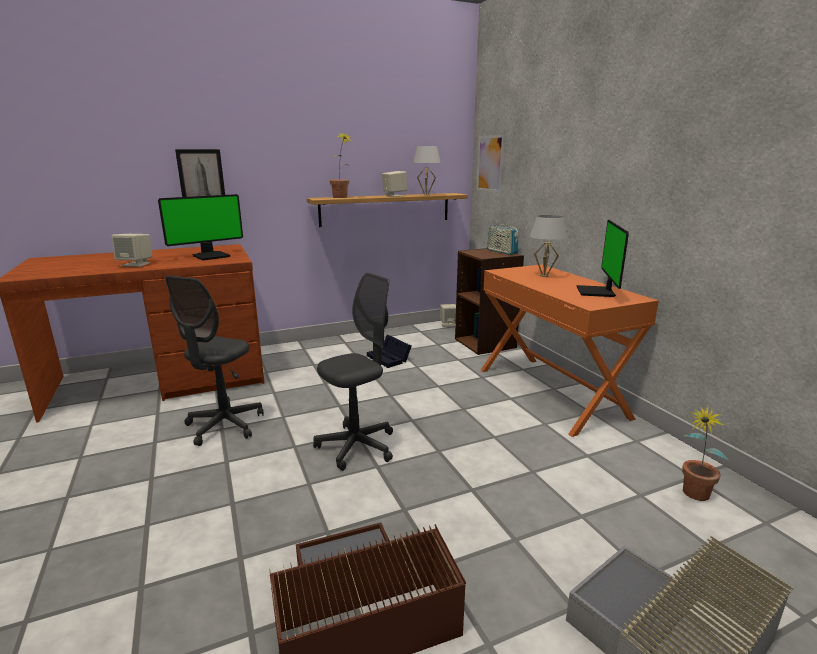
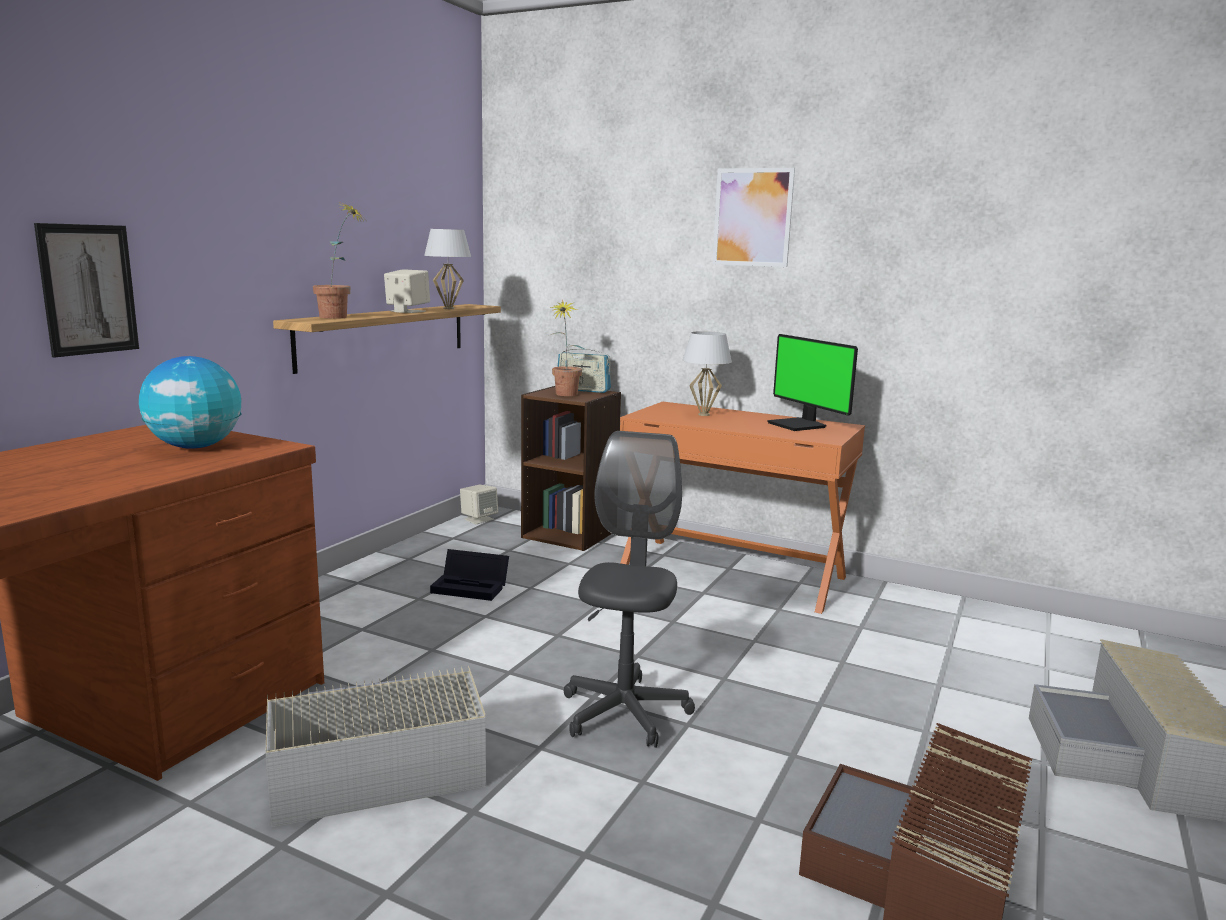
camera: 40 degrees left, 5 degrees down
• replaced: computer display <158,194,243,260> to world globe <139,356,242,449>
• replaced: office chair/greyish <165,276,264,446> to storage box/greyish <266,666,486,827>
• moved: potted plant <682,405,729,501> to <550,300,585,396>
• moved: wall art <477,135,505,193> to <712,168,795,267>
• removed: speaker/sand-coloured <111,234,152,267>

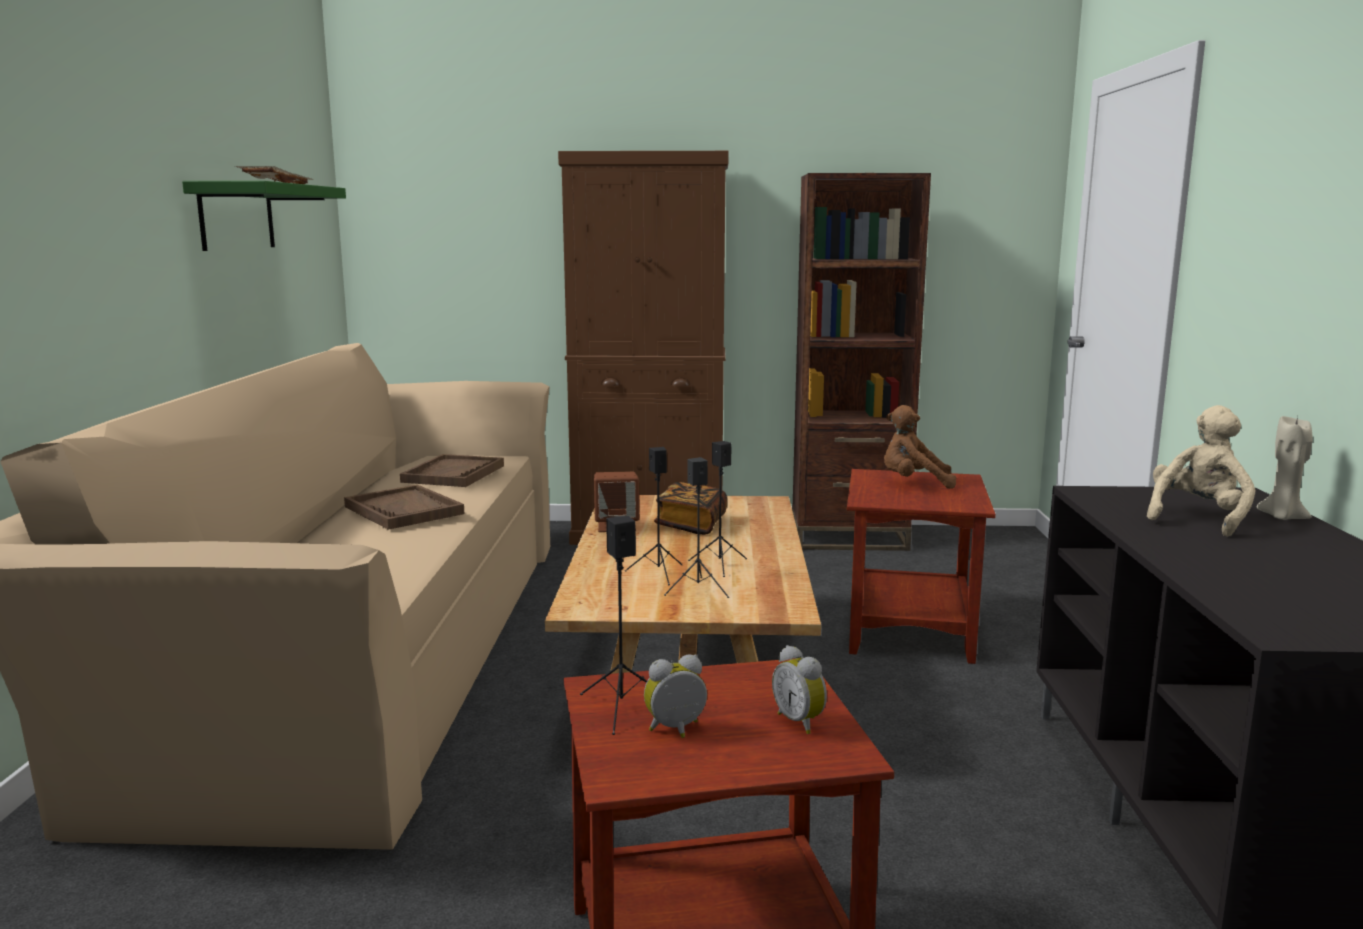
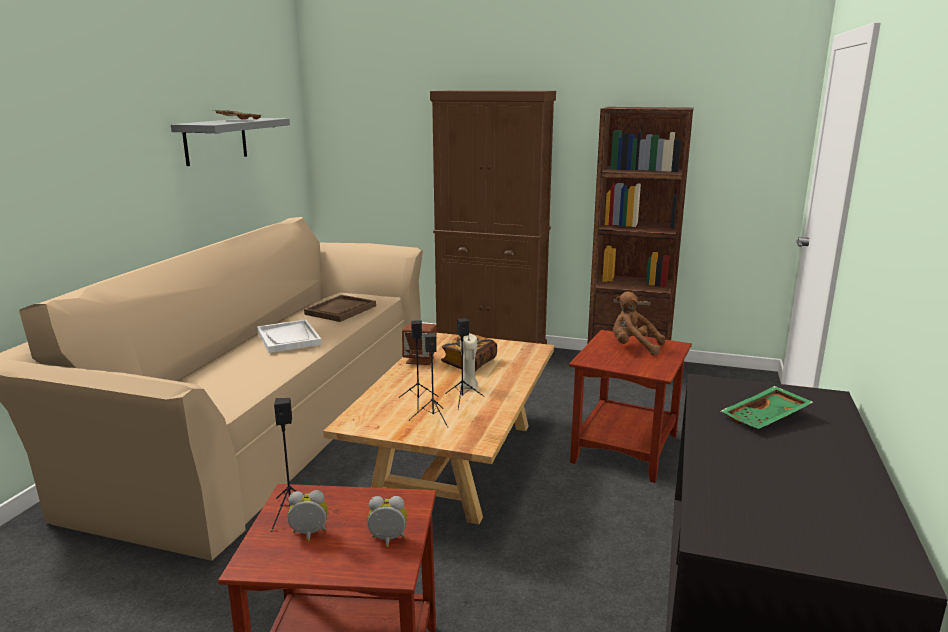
camera: 15 degrees right, 5 degrees up
• recoloured: bracket shelf/green-coloured <182,181,346,251> to bracket shelf/greyish <171,118,290,166>
• recoloured: serving tray/brownish <344,484,464,530> to serving tray/white-coloured <257,320,322,353>
• turned: table clock <772,645,827,734> = <367,496,407,547> 105 degrees clockwise
• moved: wax light/sand-coloured <1257,416,1313,520> to <459,334,478,390>
• replaced: cuddly toy/sand-coloured <1147,405,1256,537> to serving tray/green-coloured <721,386,813,429>

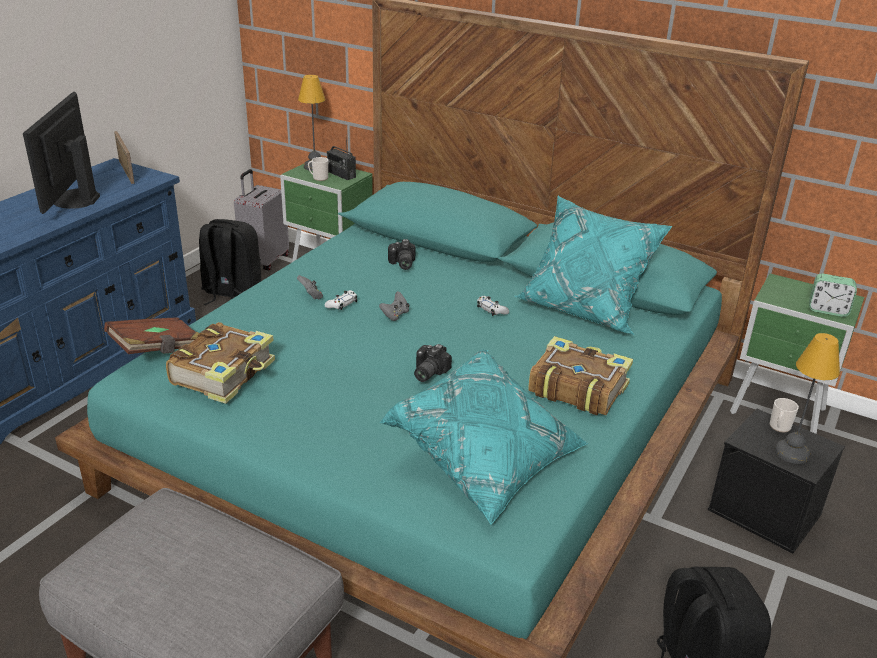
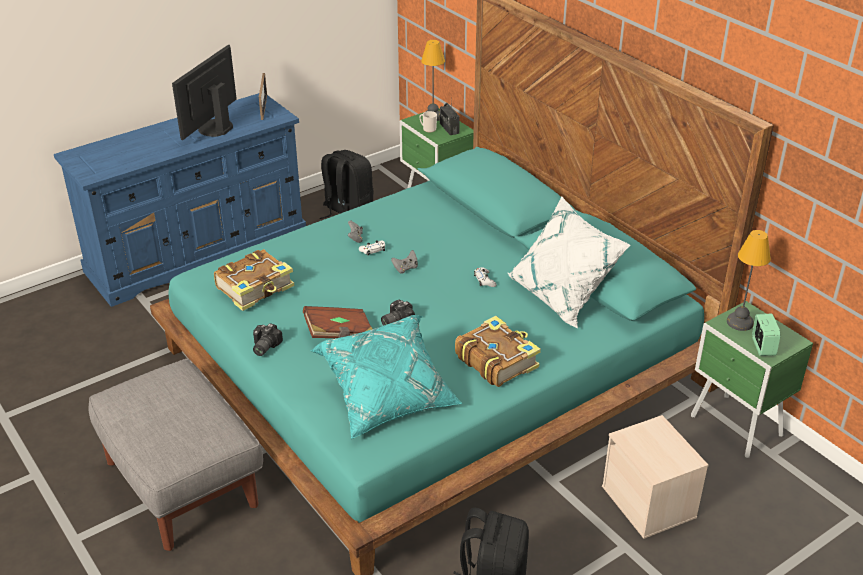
camera: 25 degrees right, 5 degrees up
• moved: photo camera <388,239,415,270> to <253,323,283,356>
• moved: book/brownish <104,317,199,354> to <303,306,372,338>
• recoloured: cushion/turquoise-coloured <515,196,672,335> to cushion/white-coloured <508,197,631,329>
• recoloured: storage box/blackish <708,409,845,553> to storage box/sand-coloured <602,415,708,539>
• moved: lamp for a table <775,333,840,464> to <727,230,771,331>
• turned: table clock <809,274,857,317> = <752,314,780,356> 135 degrees counterclockwise
• removed: piece of luggage/greyish <234,169,289,270>
• removed: tea mug <770,398,799,432>

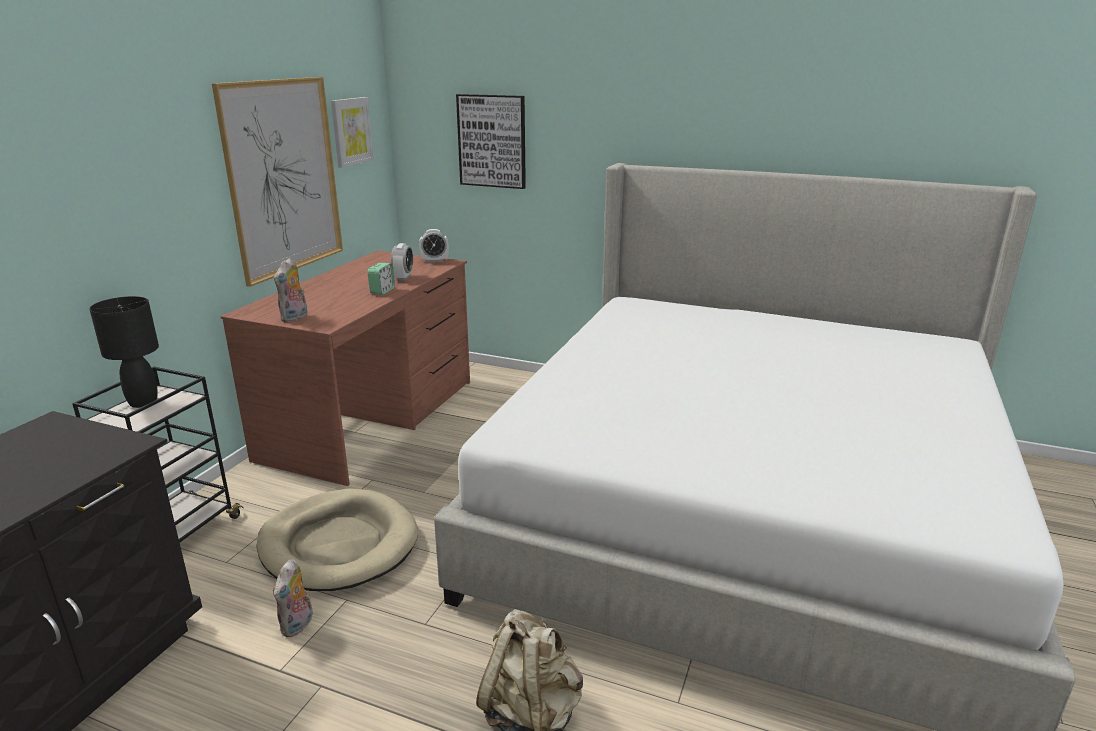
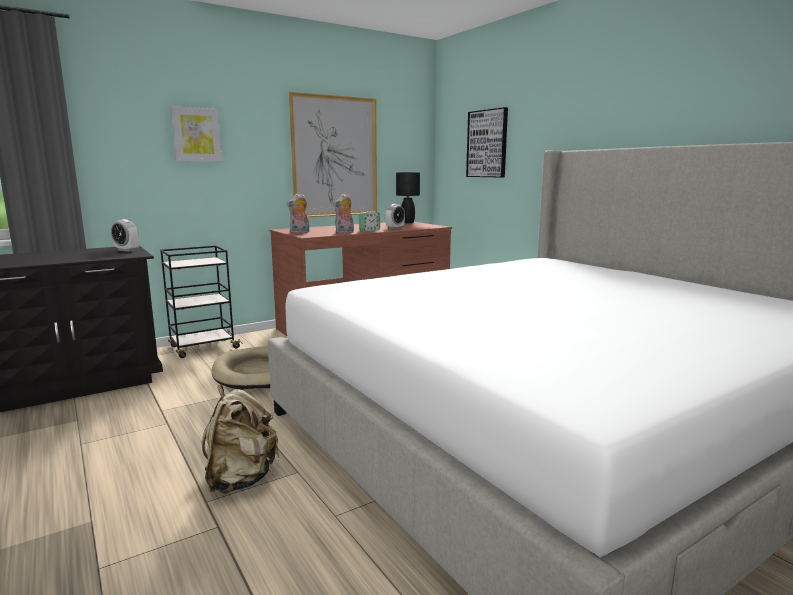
camera: 35 degrees right, 10 degrees down
• moved: table clock <419,229,449,263> to <111,219,139,252>
• moved: wall art <331,97,374,168> to <171,106,222,161>
• moved: cuddly toy <273,559,313,637> to <333,194,354,234>
• moved: lamp for a table/blackish <89,296,159,408> to <396,172,420,223>

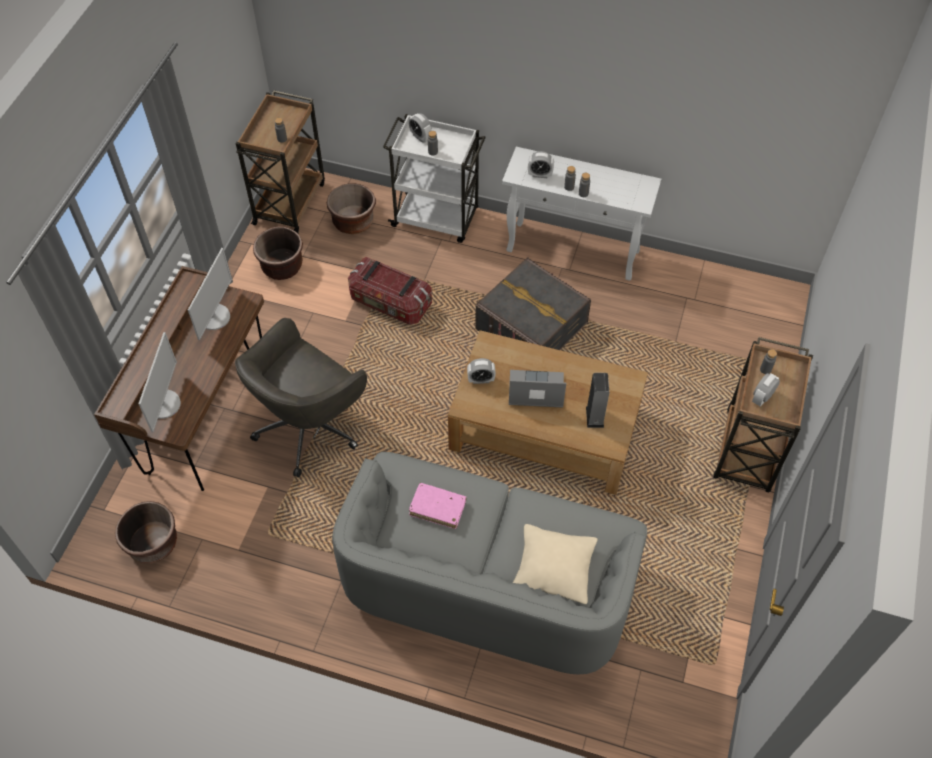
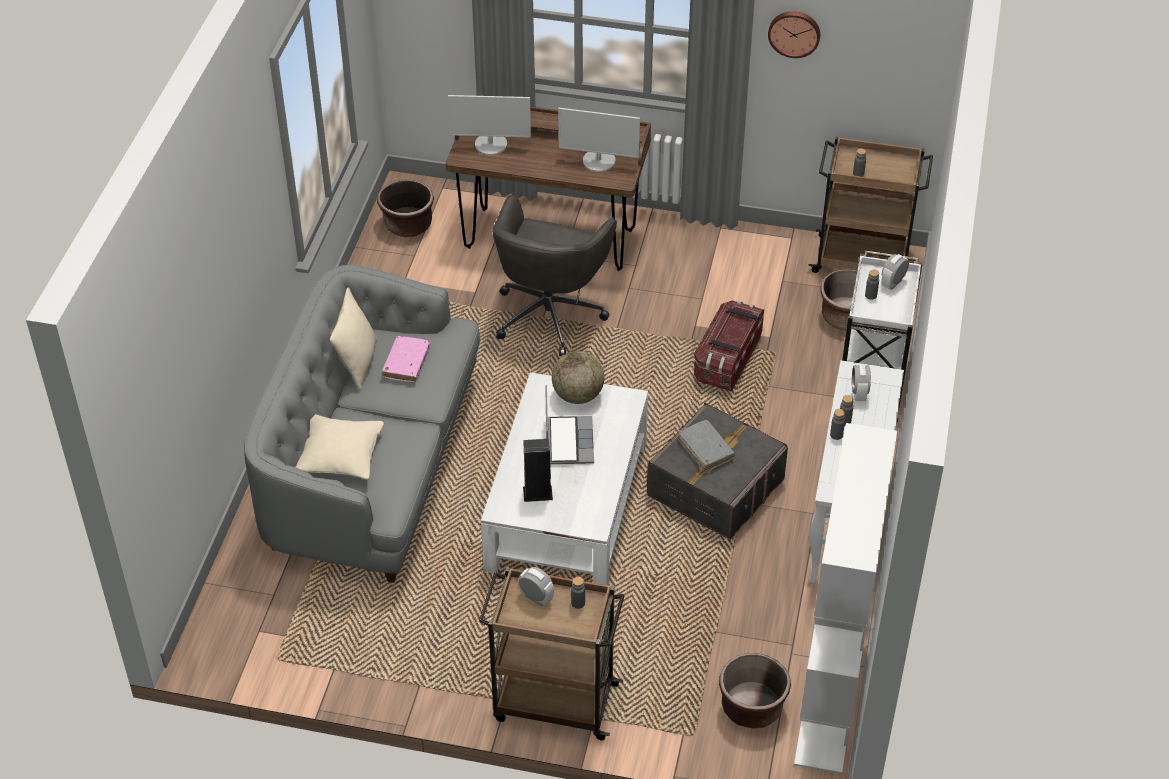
camera: 85 degrees right, 10 degrees down
• added: cushion/sand-coloured <330,287,377,390>
• recoloured: low table/brownish <448,330,648,495> to low table/white-coloured <481,372,648,585>
• turned: office chair/greyish <235,318,367,477> = <492,195,617,356> 105 degrees counterclockwise
• replaced: table clock <467,358,496,384> to world globe <552,351,604,404>
• added: book/greyish <678,420,735,472>
• moved: plant pot/brownish <253,226,303,280> to <719,653,791,729>
• added: clock on the wall <768,11,820,58>
• added: bookshelf/white-coloured <794,423,897,774>

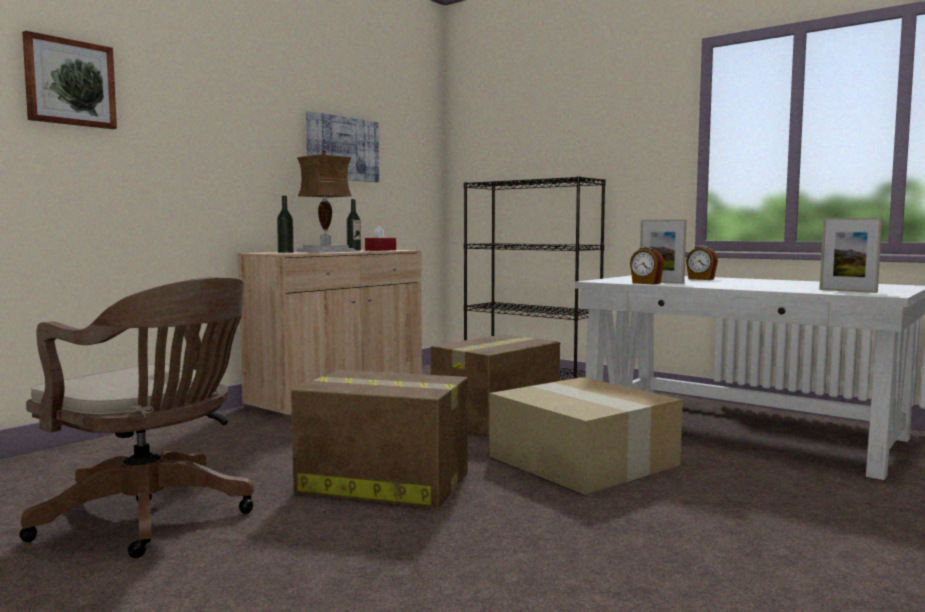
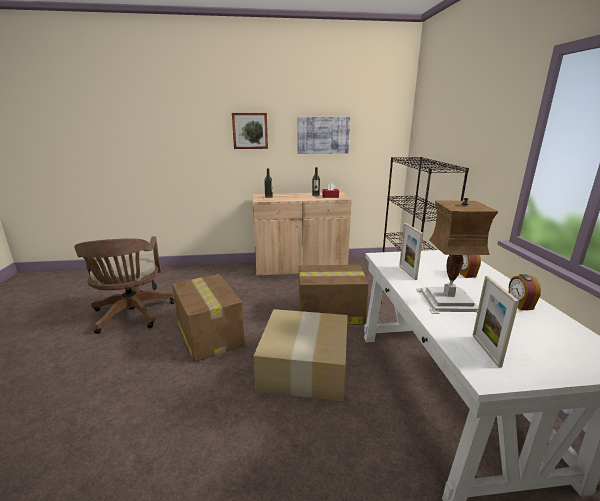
camera: 45 degrees right, 15 degrees up
• moved: wall art <22,31,117,129> to <232,113,268,149>
• moved: lamp for a table <294,151,359,253> to <416,198,499,314>
• moved: table clock <630,247,664,284> to <509,274,541,310>

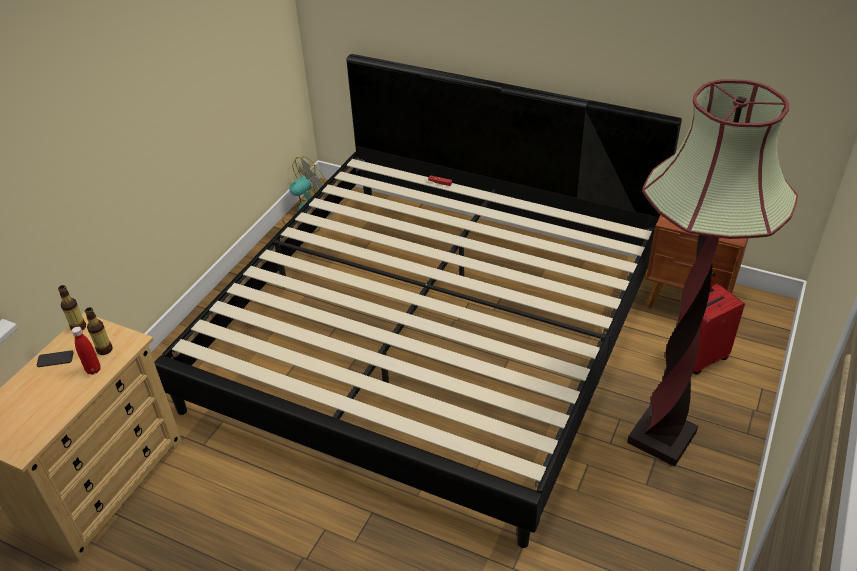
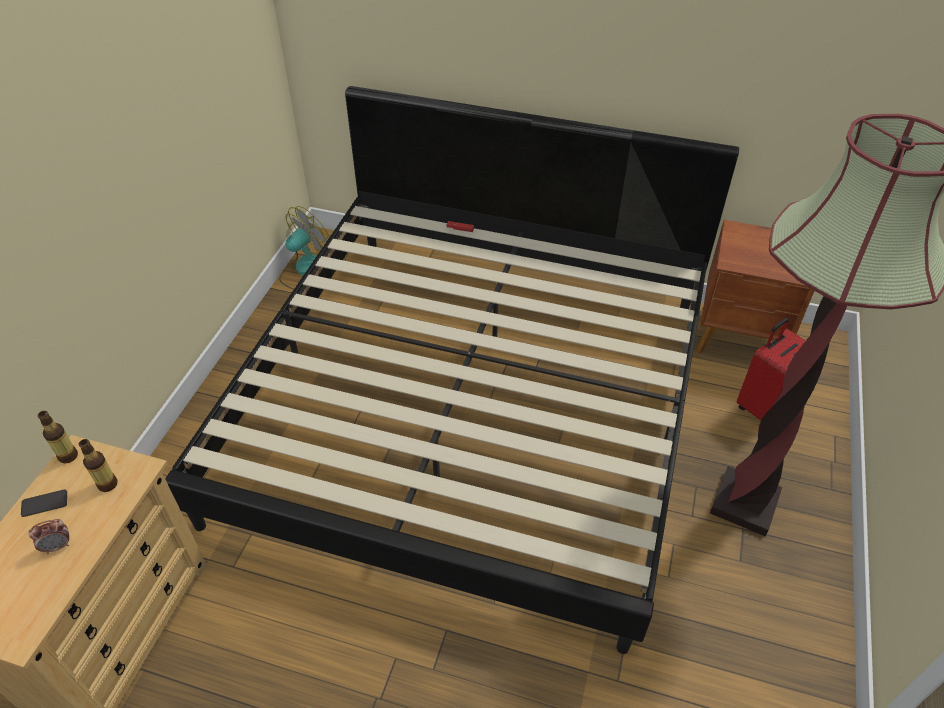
camera: 10 degrees left, 5 degrees up
• added: table clock <28,519,69,554>
• removed: drink bottle/red <72,327,101,375>

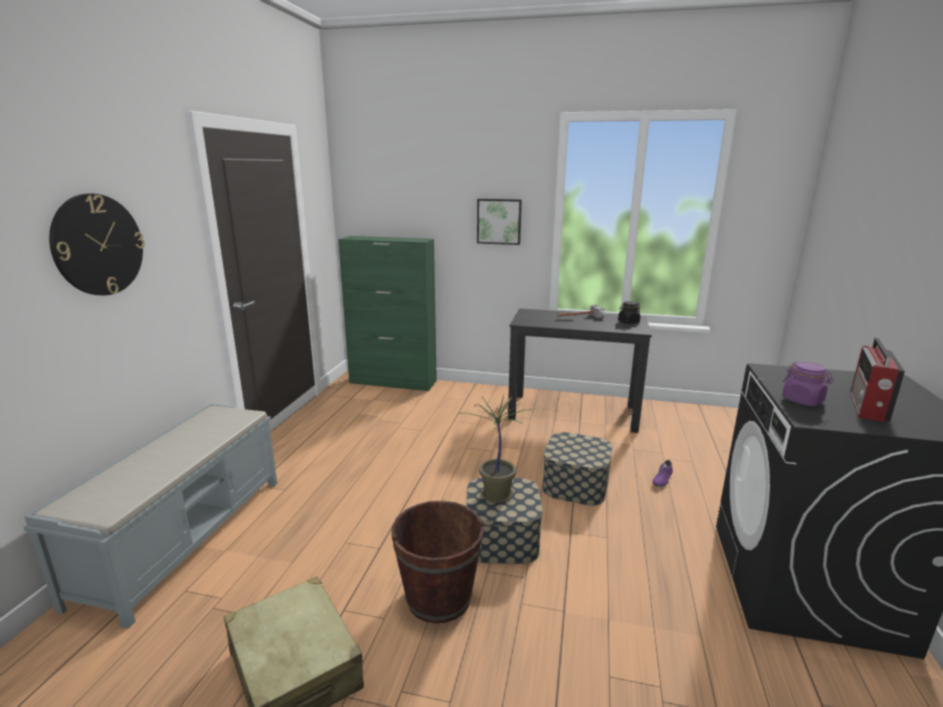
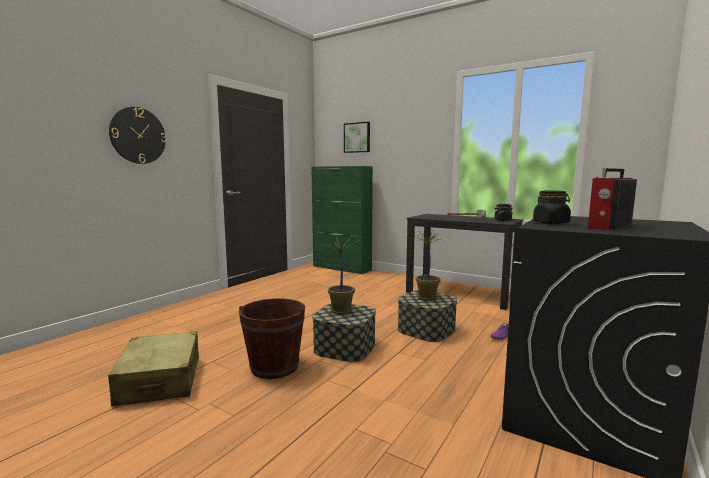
camera: 20 degrees right, 10 degrees down
• moved: wall art <477,199,522,245> to <344,122,370,153>
• added: potted plant <403,230,452,301>
• recoloured: storage jar/purple <782,362,833,406> to storage jar/blackish <533,191,571,224>
• removed: bench/greyish <23,404,277,629>

